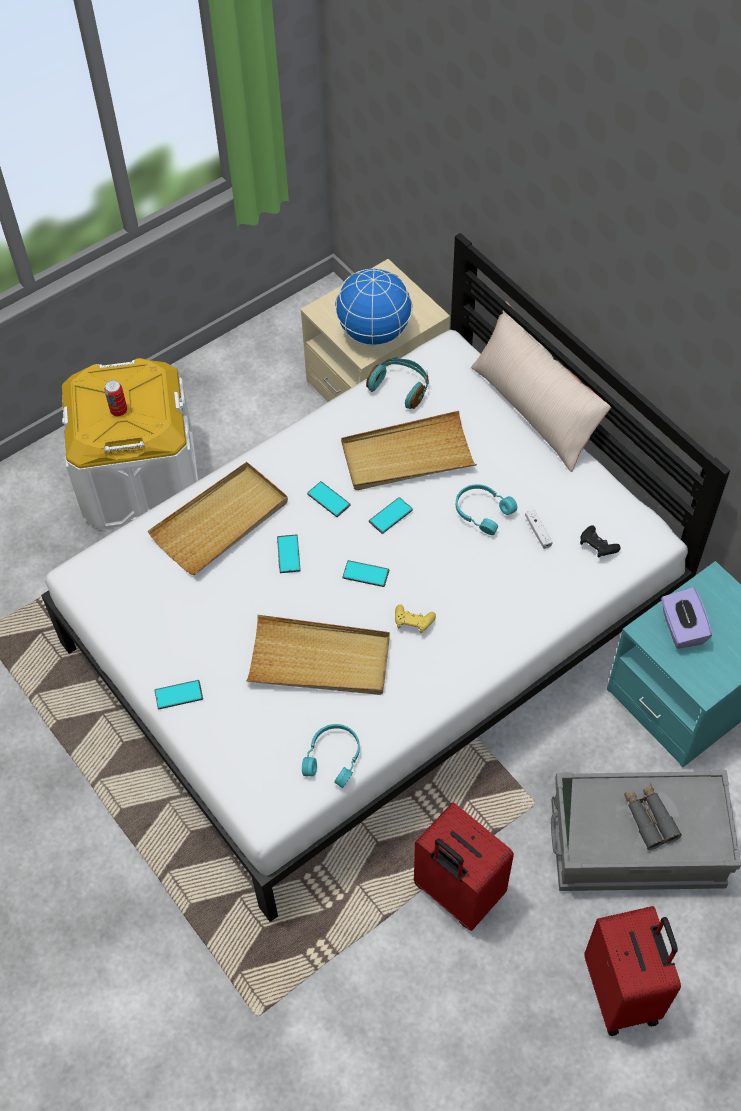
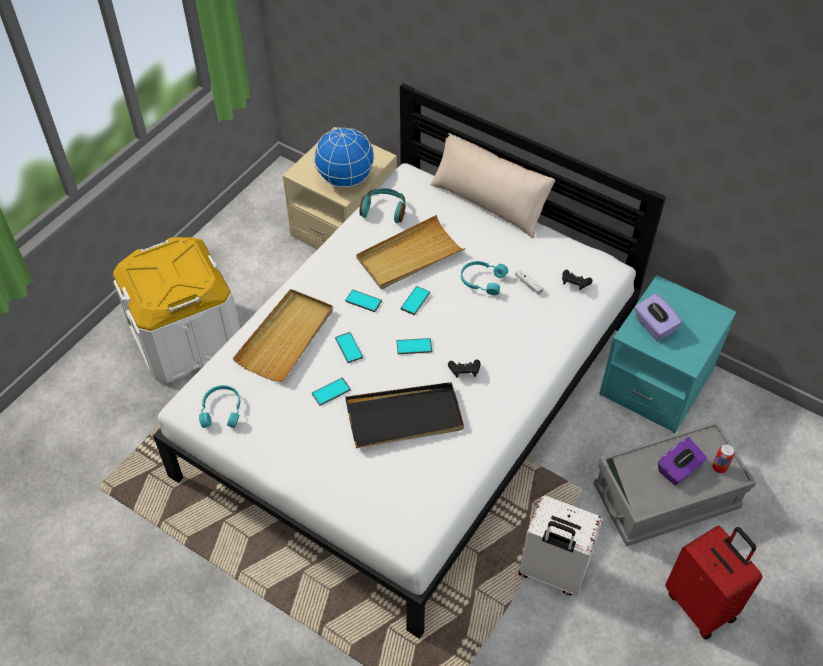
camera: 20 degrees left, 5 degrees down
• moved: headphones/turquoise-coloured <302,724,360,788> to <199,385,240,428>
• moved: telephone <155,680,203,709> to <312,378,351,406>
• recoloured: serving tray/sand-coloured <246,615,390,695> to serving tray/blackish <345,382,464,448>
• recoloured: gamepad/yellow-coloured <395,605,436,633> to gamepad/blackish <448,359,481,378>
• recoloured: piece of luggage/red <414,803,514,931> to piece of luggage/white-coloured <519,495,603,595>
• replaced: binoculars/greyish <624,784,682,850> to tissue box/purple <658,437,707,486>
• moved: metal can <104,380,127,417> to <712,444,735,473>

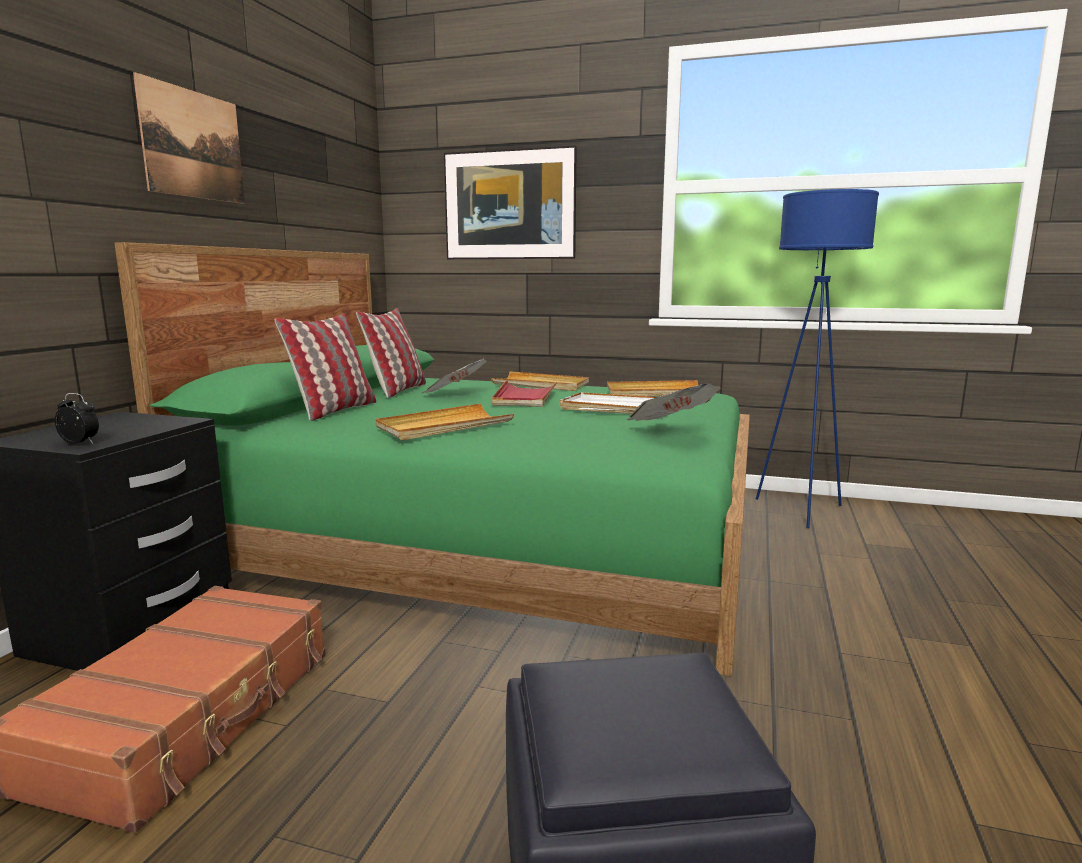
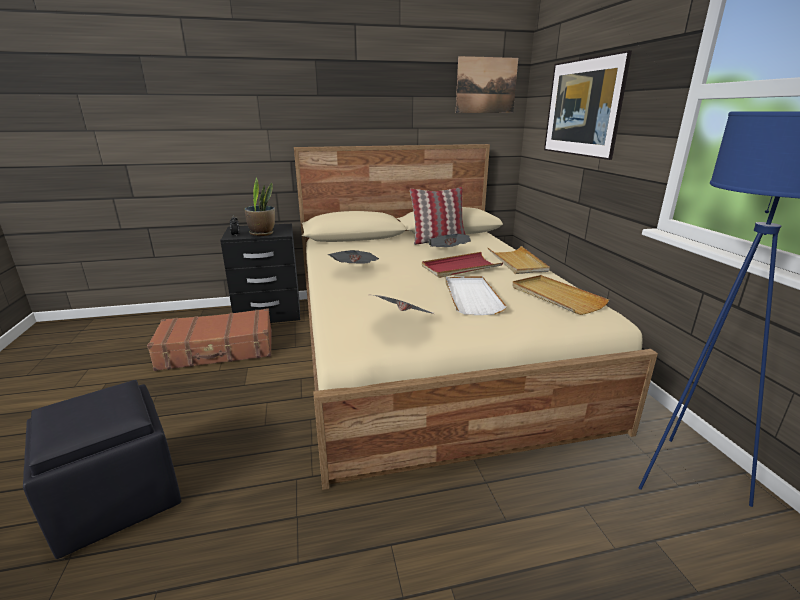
camera: 60 degrees right, 10 degrees up
• added: potted plant <245,177,275,236>
• recoloured: bed/green-coloured <114,242,750,676> to bed/sand-coloured <294,144,658,490>
• replaced: serving tray/sand-coloured <375,403,514,440> to daily paper <328,250,379,264>
• moved: wall art <133,72,245,204> to <456,56,518,113>
• removed: cushion <275,314,376,421>

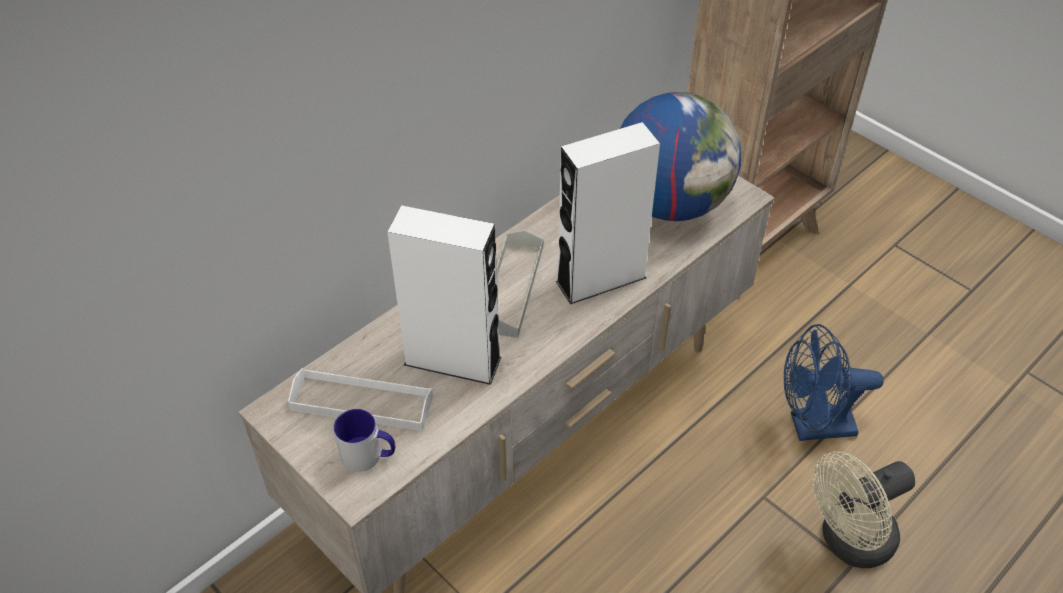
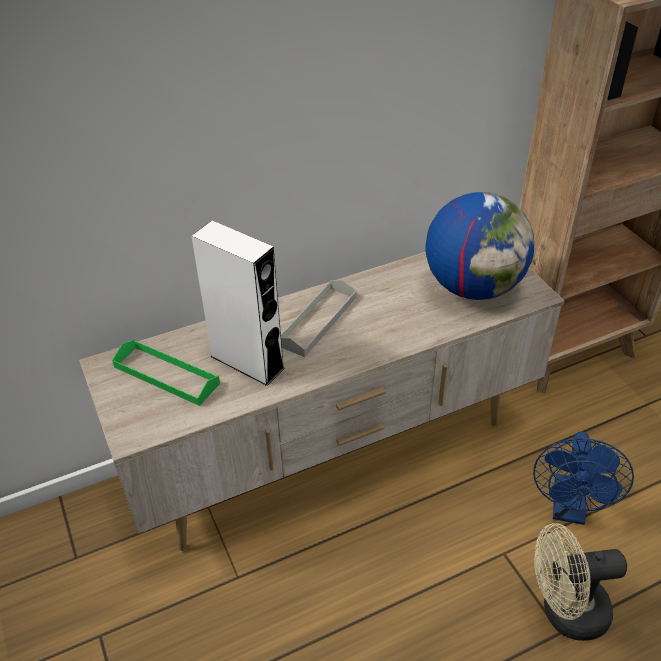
camera: 20 degrees right, 5 degrees down
• recoloured: serving tray/white-coloured <288,368,433,431> to serving tray/green-coloured <112,340,220,406>
• turned: cooling fan/blue-coloured <784,324,884,441> = <533,432,634,525> 90 degrees counterclockwise
• removed: tea mug <333,409,395,472>
• removed: speaker/white-coloured <556,122,660,304>

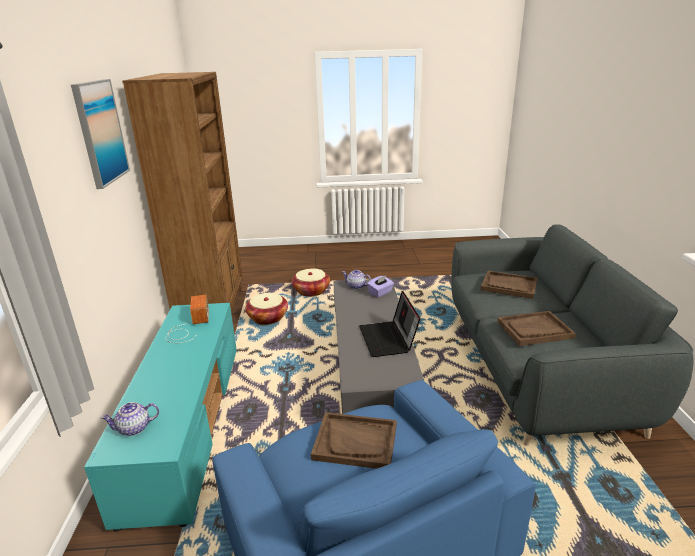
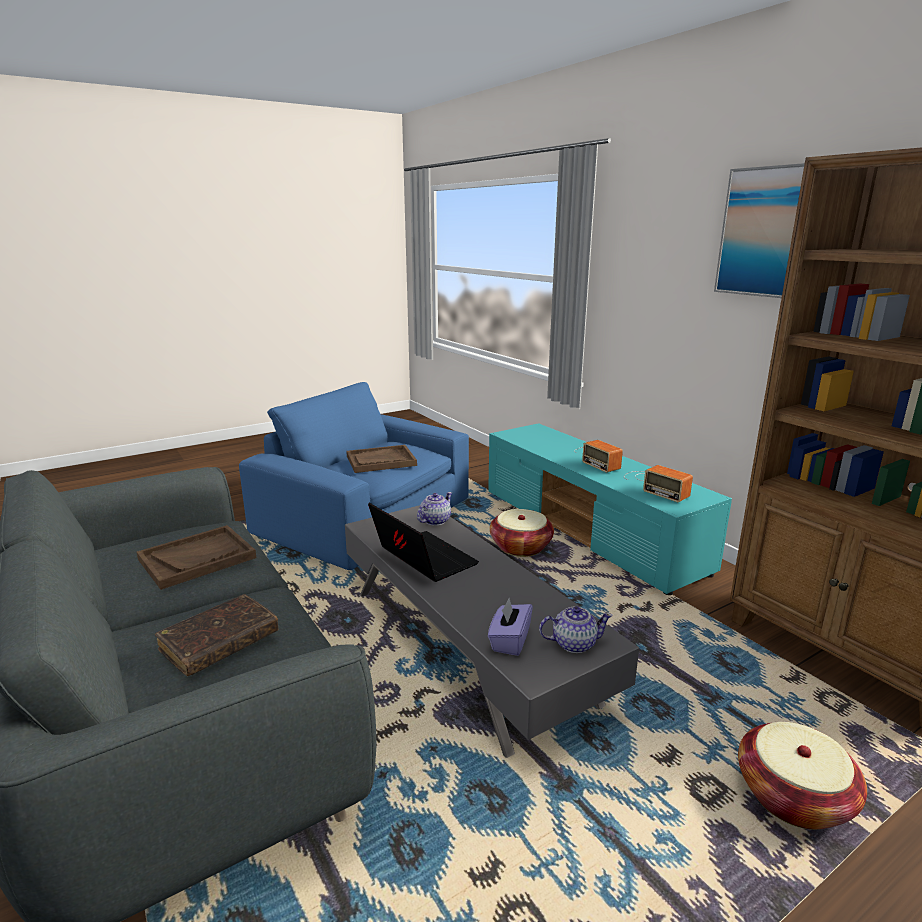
camera: 150 degrees right, 5 degrees down
• replaced: serving tray/brownish <481,271,537,299> to book/brownish <155,594,279,676>
• moved: tea pot <101,402,159,436> to <417,492,452,526>
• moved: basket <245,293,288,325> to <490,509,554,557>
• added: radio receiver <574,440,623,473>

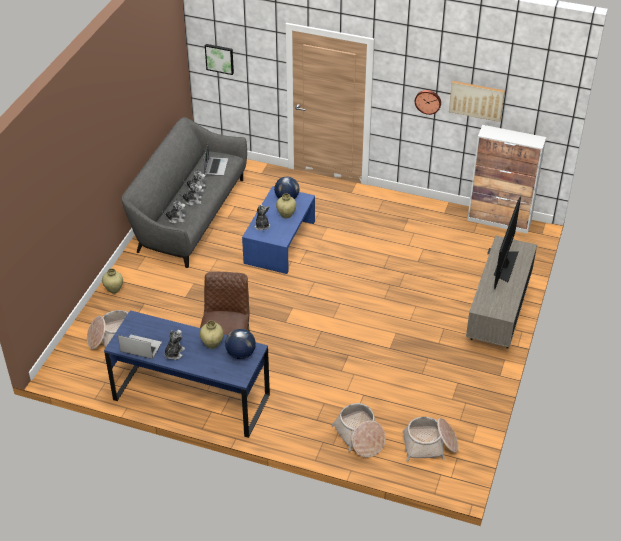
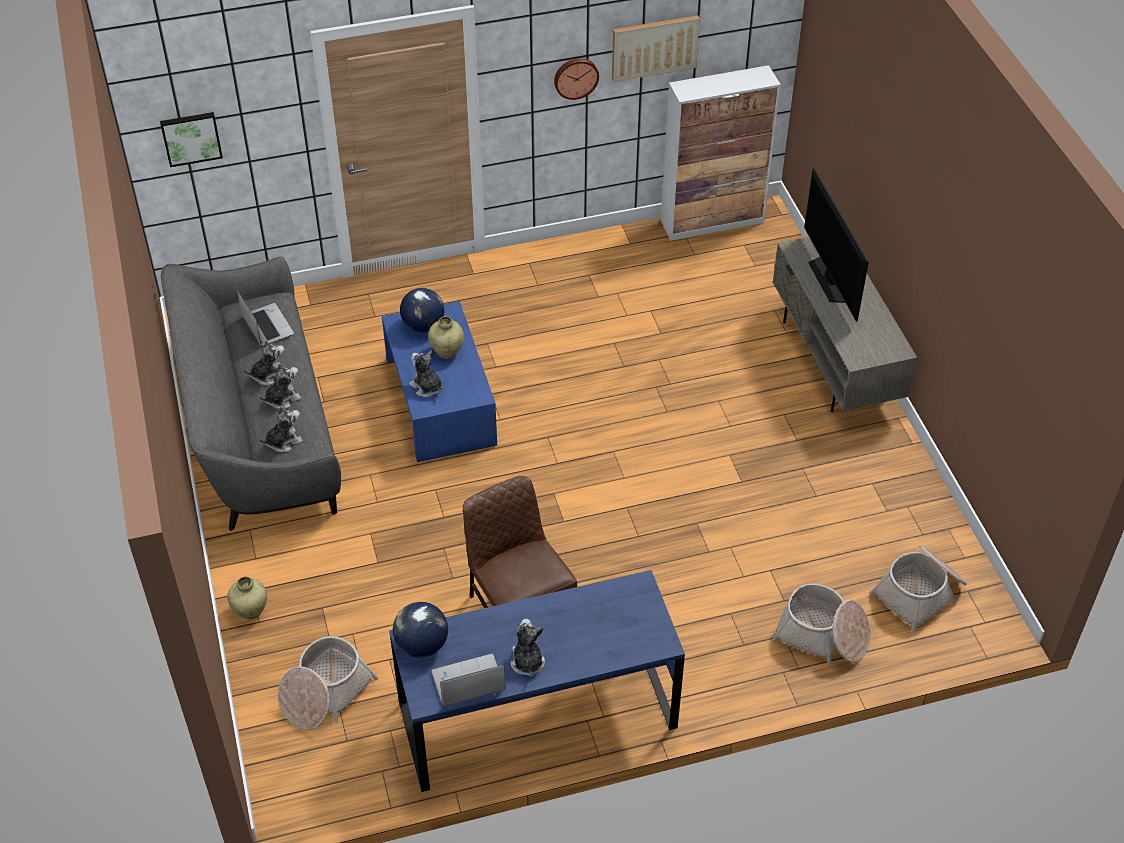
camera: 35 degrees left, 5 degrees up
• moved: world globe <225,329,256,359> to <393,602,448,658>
• removed: decorative vase/sand-coloured <200,321,224,349>

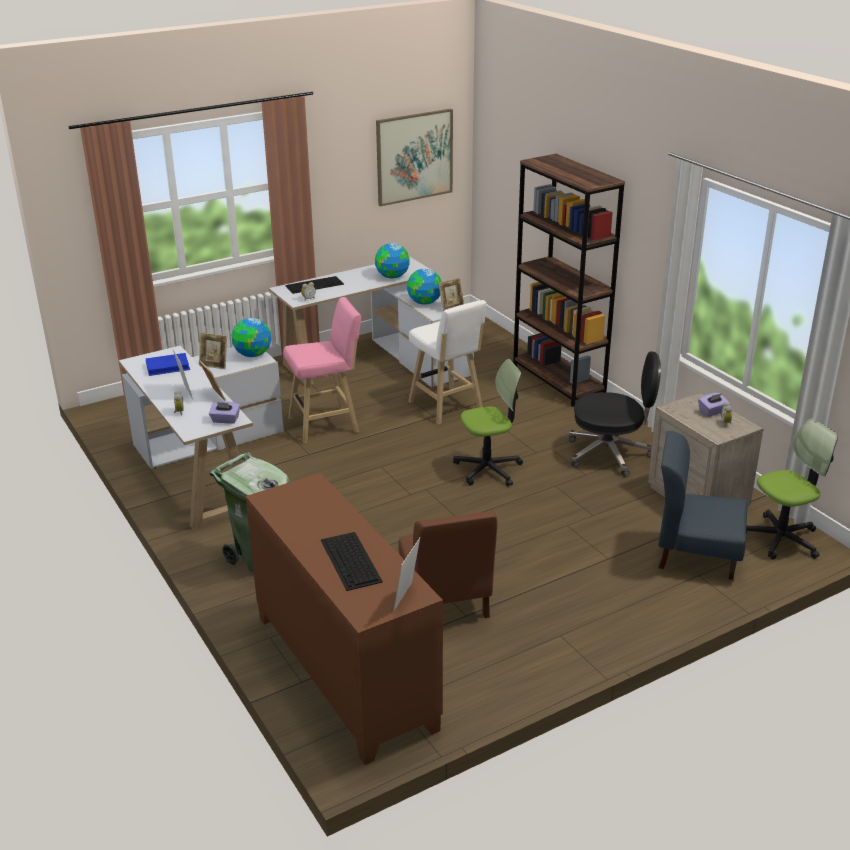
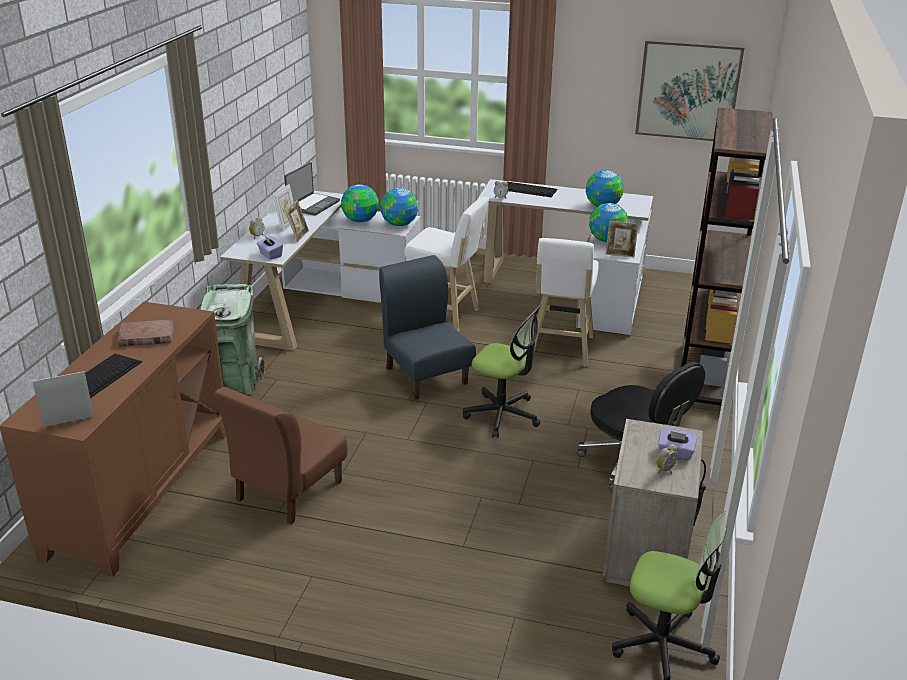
camera: 45 degrees right, 0 degrees up
• added: book/brownish <117,319,174,347>
• replaced: book/blue-coloured <146,353,190,376> to notebook computer <284,162,340,216>
• replaced: standing frame <199,332,227,369> to world globe <341,184,379,222>
• moved: plain chair/blue-coloured <658,431,747,580> to <379,255,476,400>
• recoloured: stool seat/pink <283,297,361,443> to stool seat/white-coloured <404,197,489,332>

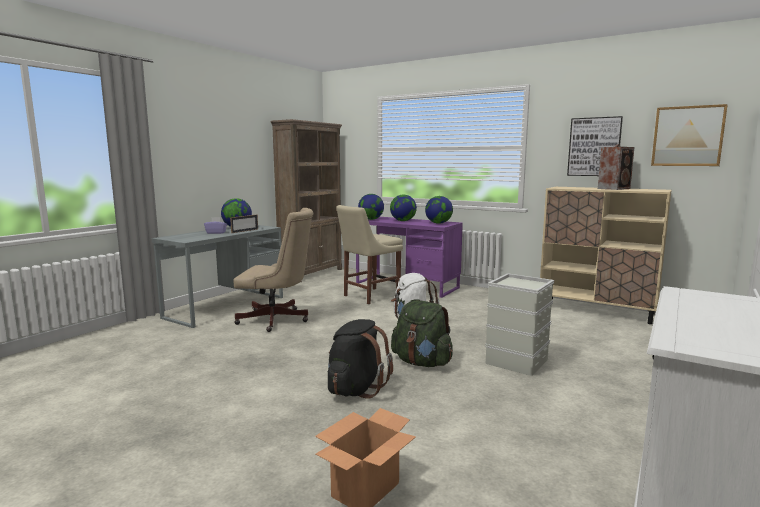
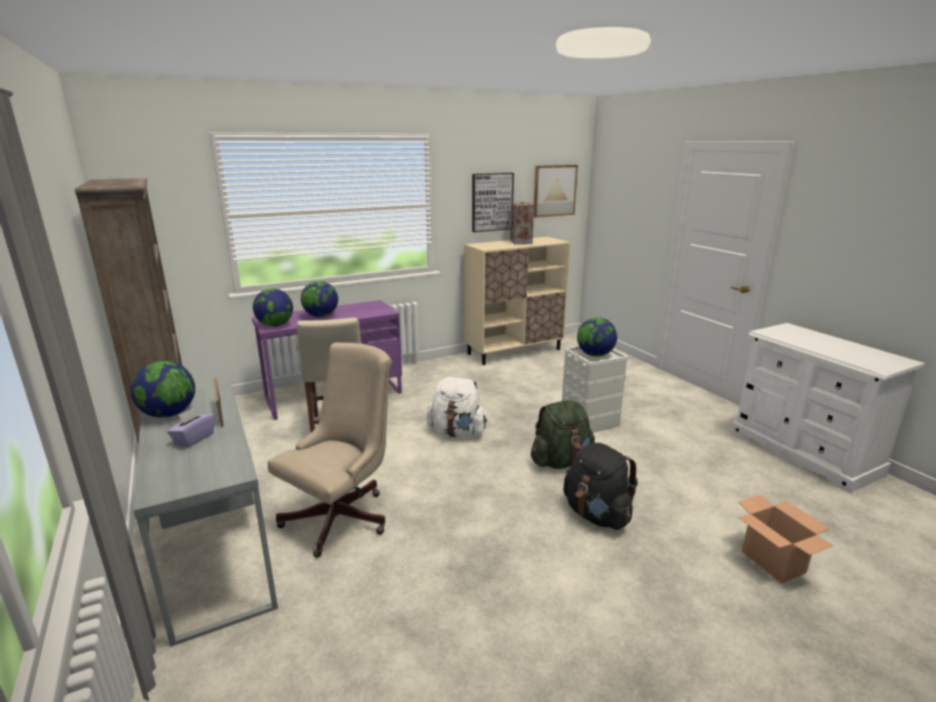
camera: 60 degrees left, 10 degrees up
• moved: world globe <425,196,453,224> to <577,317,617,357>

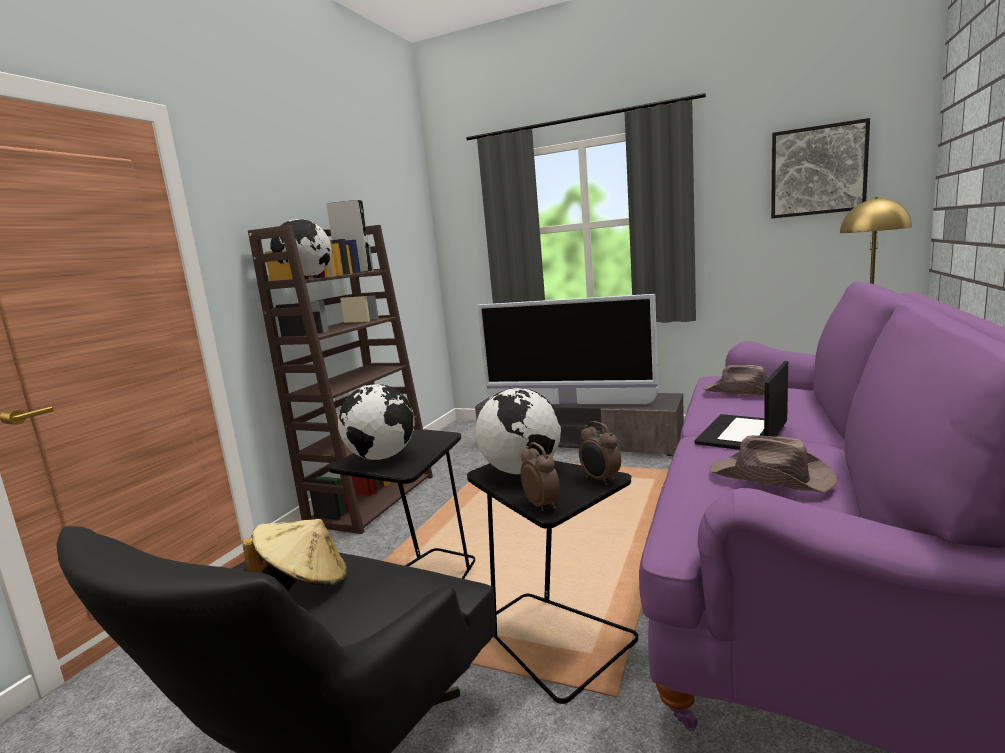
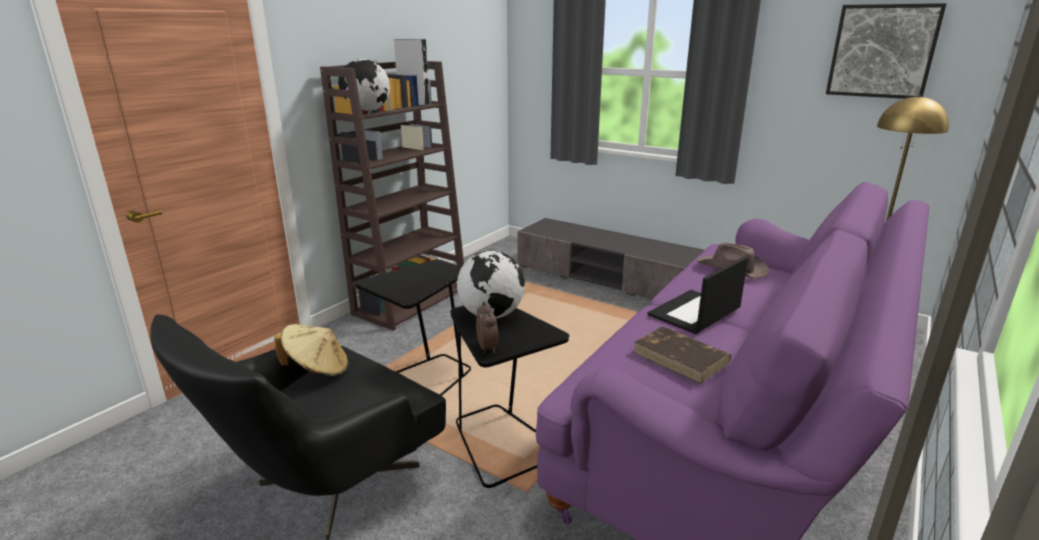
camera: 10 degrees right, 10 degrees up
• replaced: wearable hat/brownish <710,435,838,493> to book/brownish <633,326,731,384>
• removed: world globe <338,384,414,460>
• removed: TV <477,294,658,404>
• removed: table clock <579,421,621,485>

